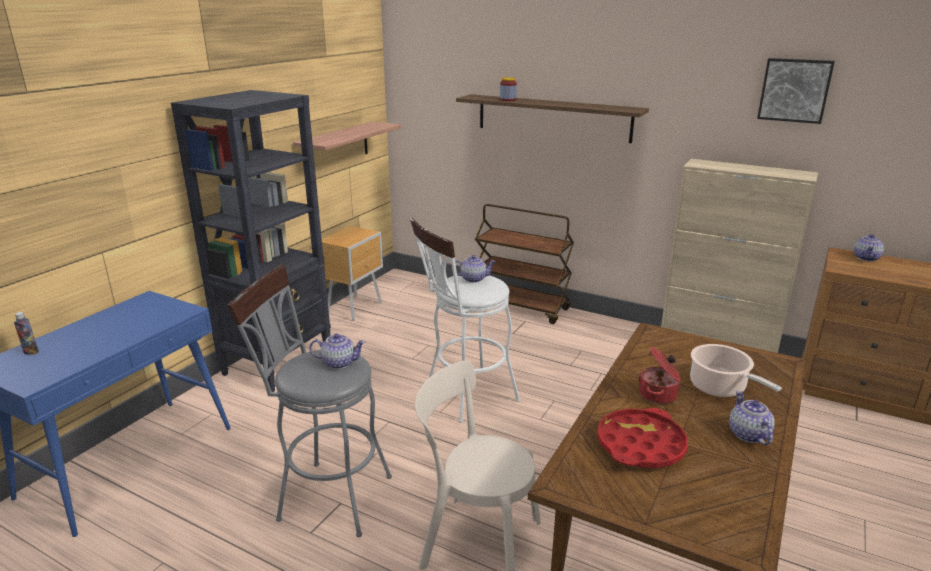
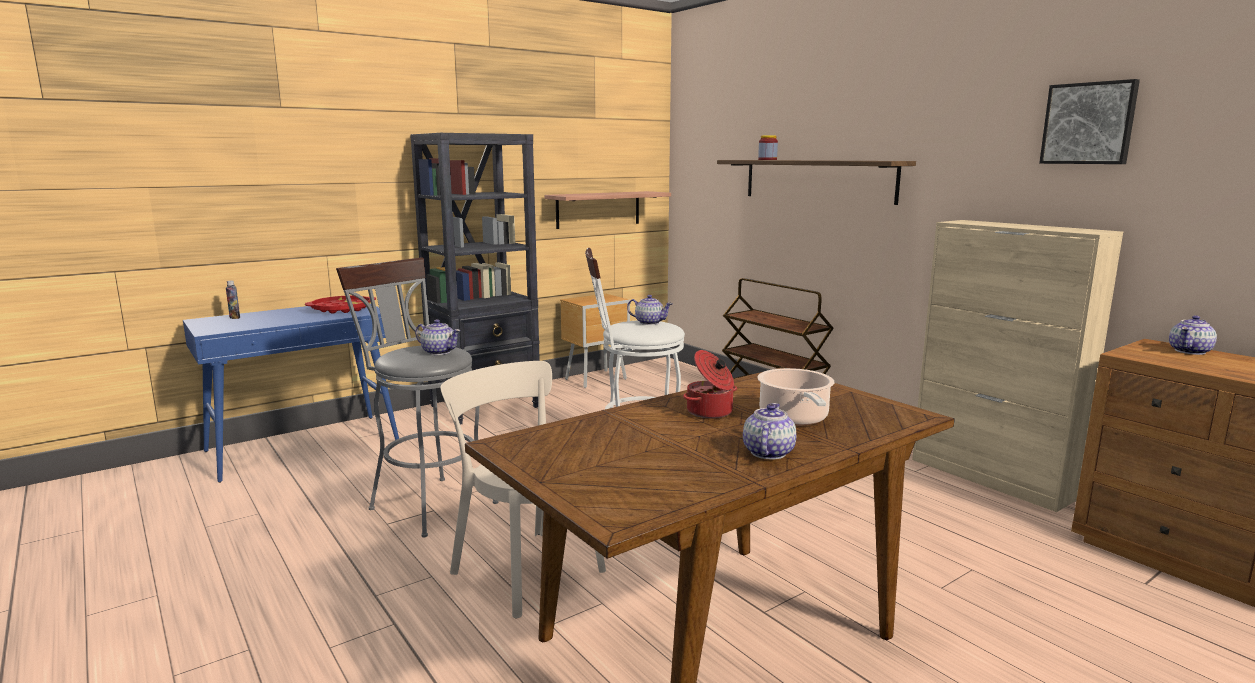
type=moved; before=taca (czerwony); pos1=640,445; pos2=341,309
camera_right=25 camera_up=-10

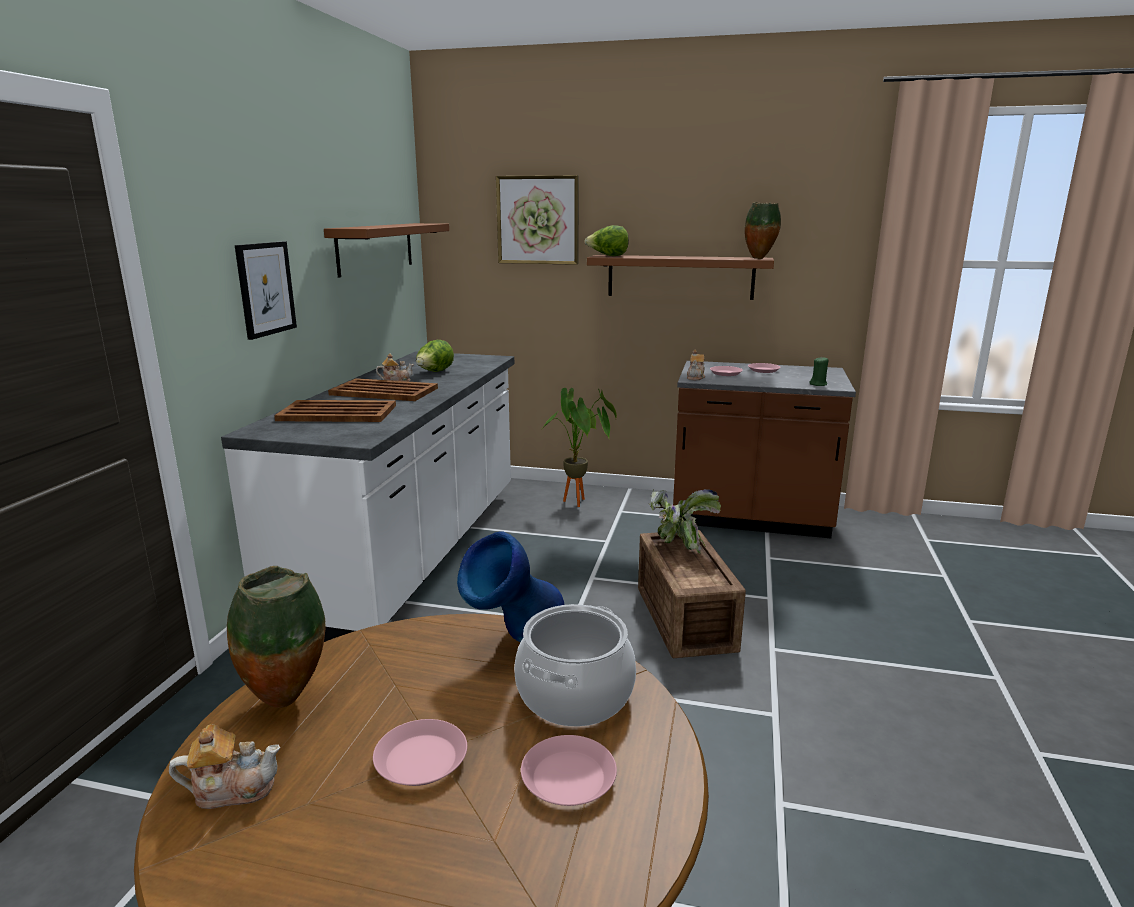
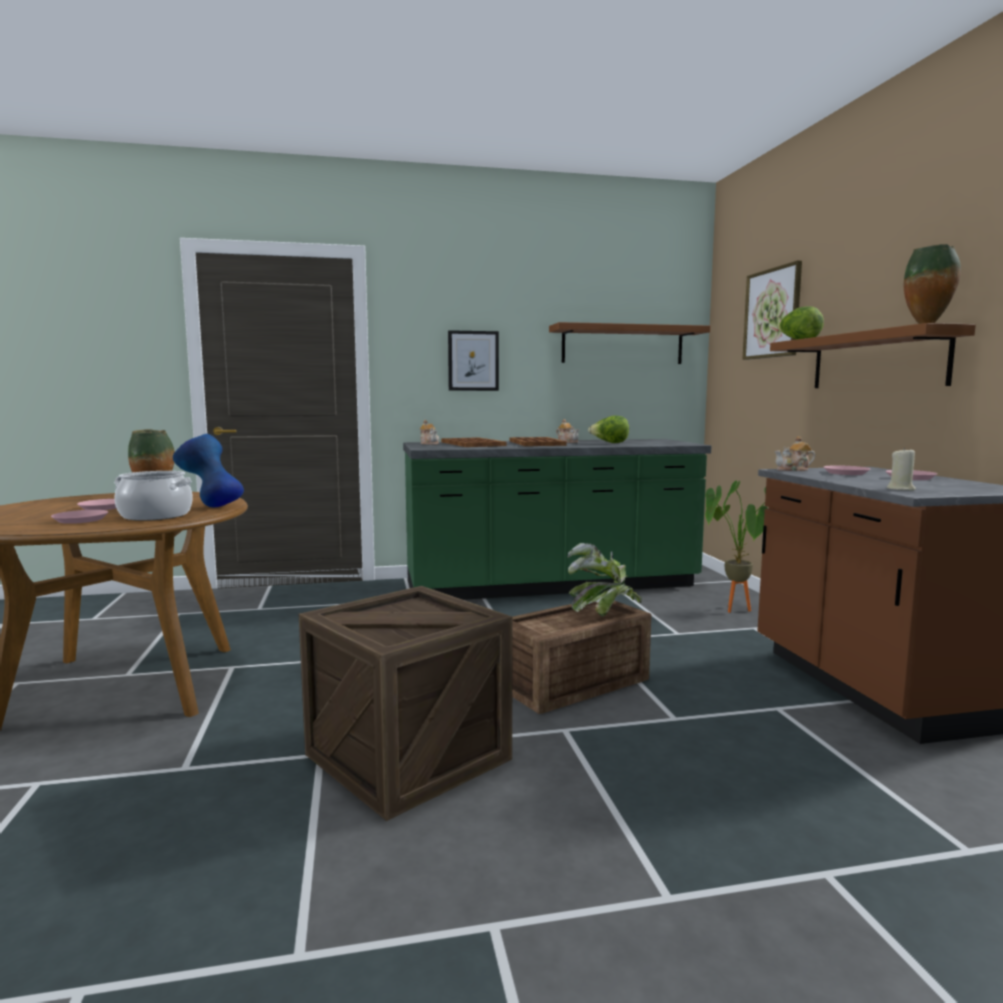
type=recoloured; before=zabudowa kuchenna (biały); after=zabudowa kuchenna (zielony); pos1=410,553; pos2=551,585
type=recoloured; before=świeca (zielony); after=świeca (beżowy); pos1=818,384; pos2=901,489
type=moved; before=imbryk; pos1=232,789; pos2=429,444
type=added; after=skrzynka; pos2=408,757
camera_right=65 camera_up=-10

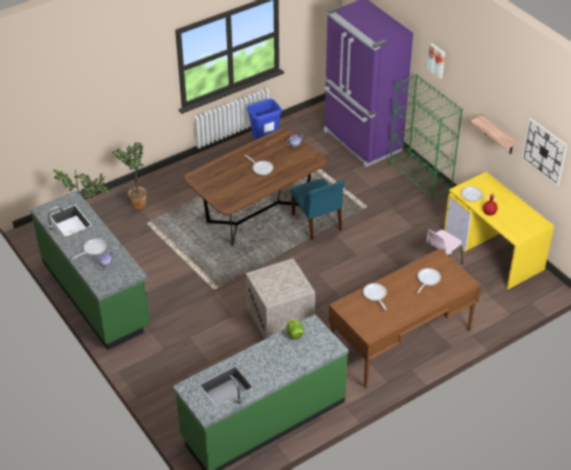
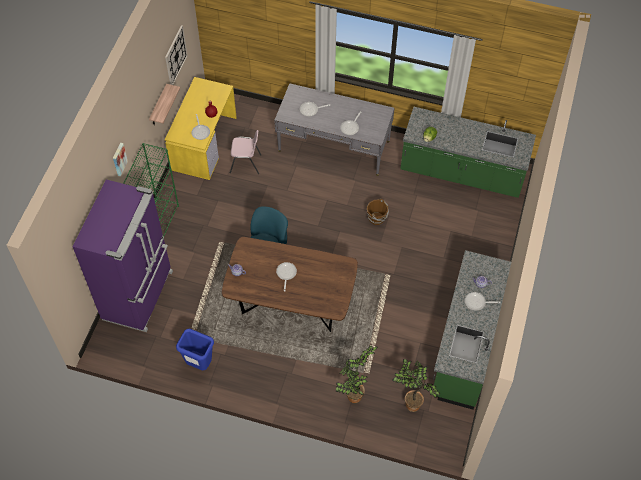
type=recoloured; before=biurko (brązowy); after=biurko (szary); pos1=401,340; pos2=334,146
type=replaced; before=skrzynka; after=wiadro (brązowy); pos1=281,318; pos2=377,218
camera_right=-130 camera_up=15

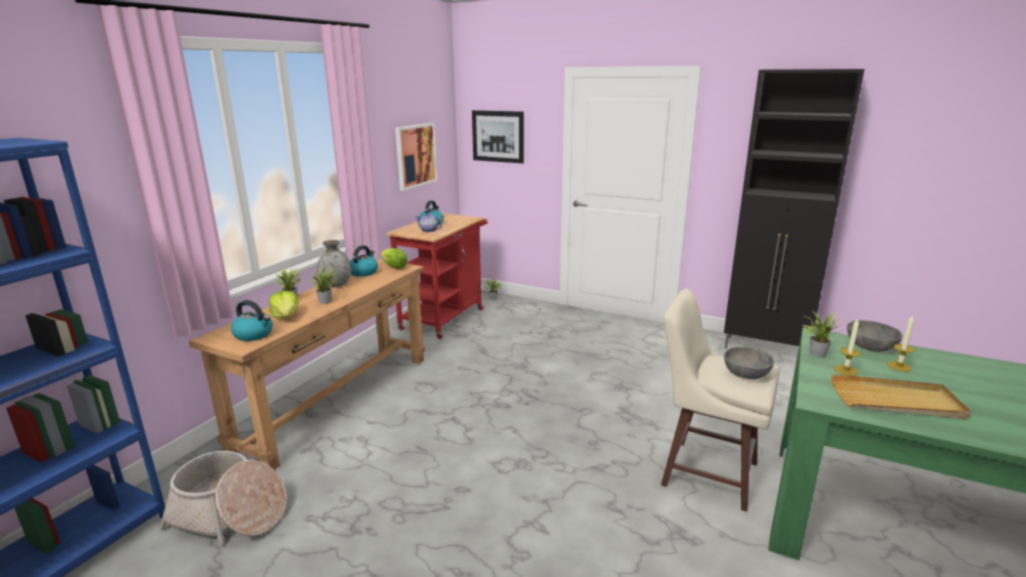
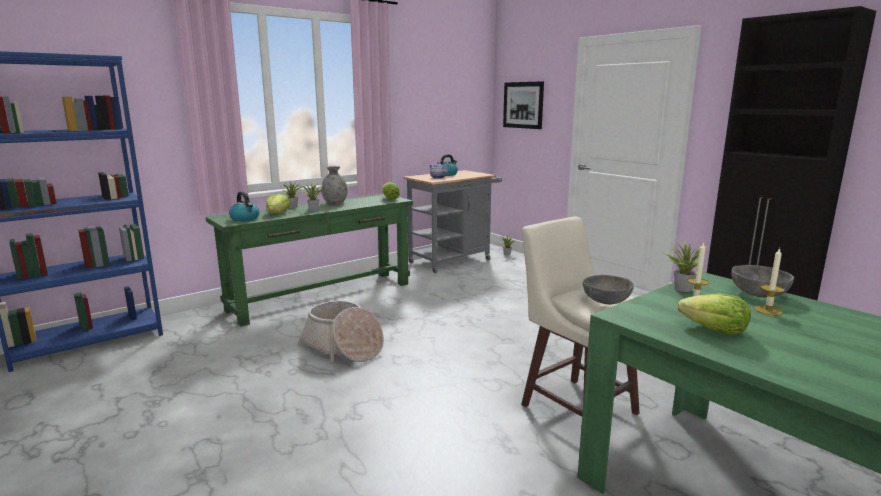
type=removed; before=obraz; pos1=415,155
type=recoloured; before=wózek (czerwony); after=wózek (szary); pos1=445,317; pos2=453,260
type=removed; before=czajnik; pos1=363,272
type=recoloured; before=stolik konsolowy (brązowy); after=stolik konsolowy (zielony); pos1=338,401; pos2=322,296
type=replaced; before=taca (beżowy); after=sałata; pos1=896,401; pos2=714,330
type=moved; before=koszyk; pos1=230,515; pos2=343,348
camera_right=25 camera_up=-5

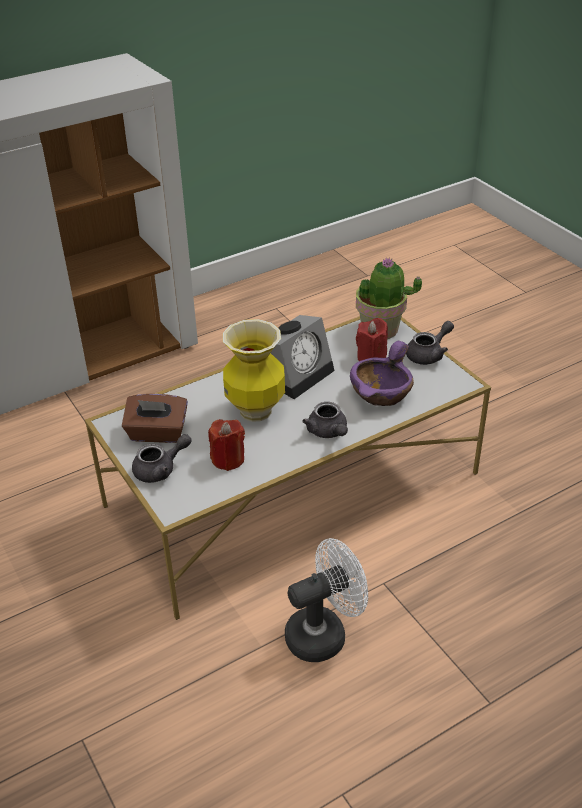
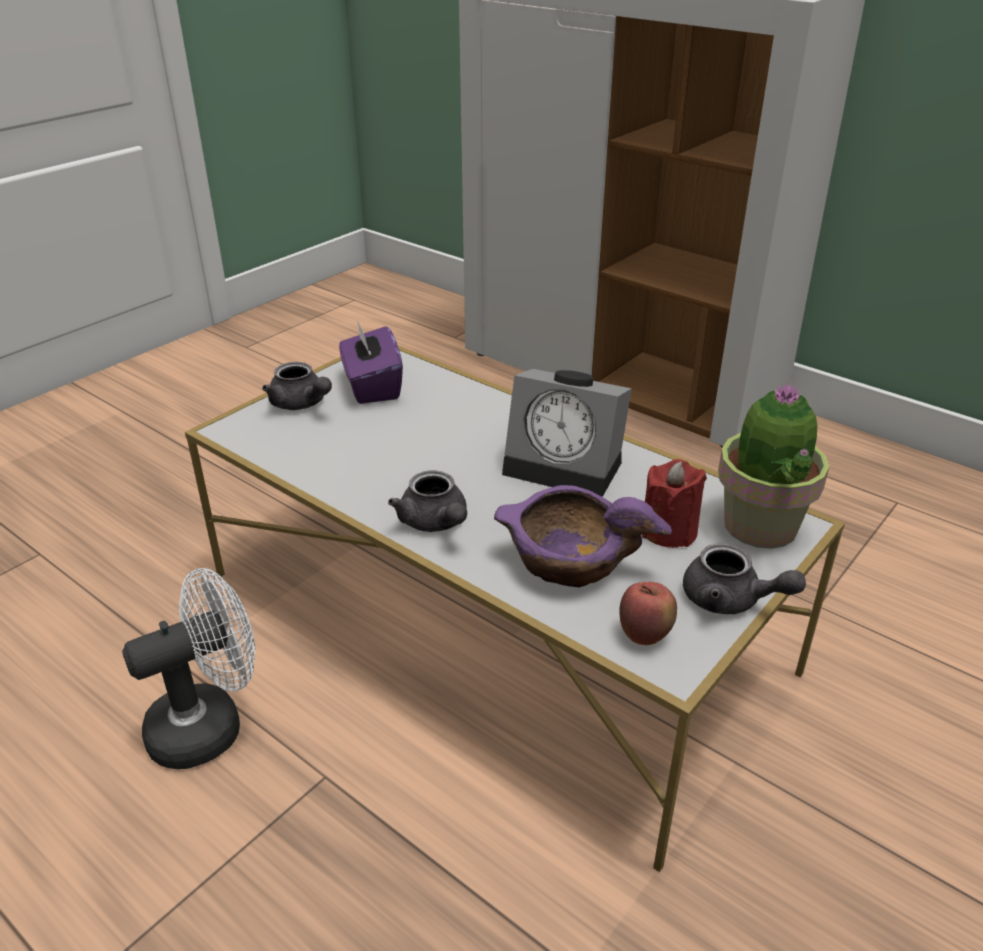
type=removed; before=wazon; pos1=255,411
type=recoloured; before=pudełko chusteczek (brązowy); after=pudełko chusteczek (fioletowy); pos1=157,433; pos2=372,387
type=turned; before=imbryk (szary); pos1=328,432; pos2=435,523; turn=-75
type=removed; before=świeca (czerwony); pos1=228,459
type=turned; before=wentylator (biały); pos1=324,633; pos2=210,725; turn=-75
type=added; after=jabłko; pos2=644,635
camera_right=70 camera_up=-5

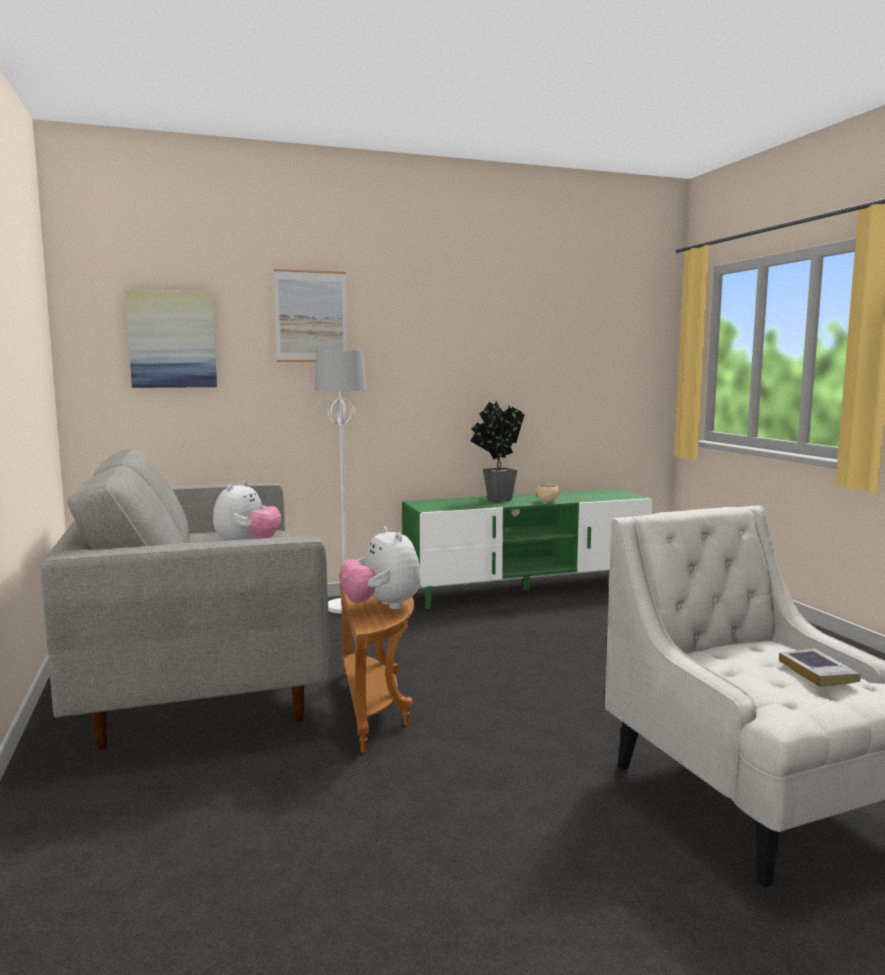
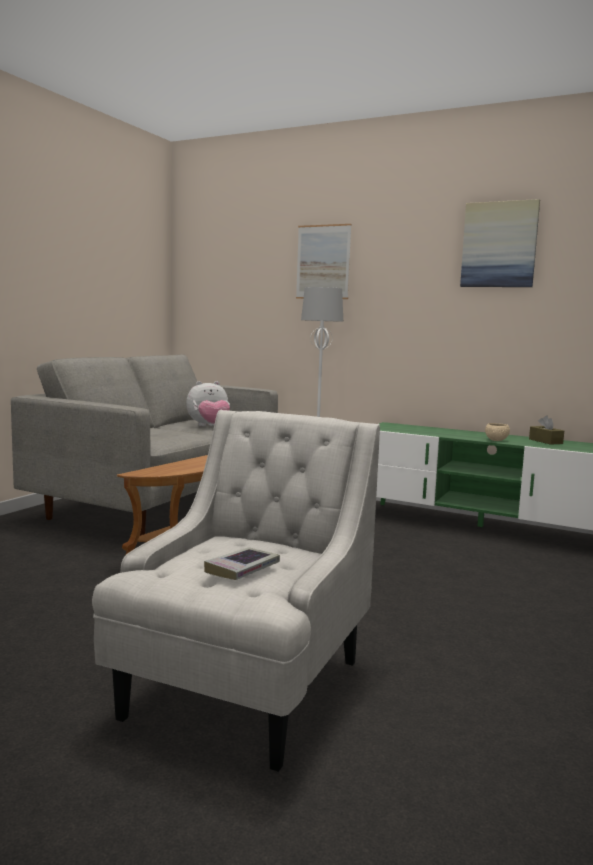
type=moved; before=obraz; pos1=172,339; pos2=499,245
type=removed; before=roślina doniczkowa; pos1=495,499
type=removed; before=pluszak; pos1=382,607
type=added; after=pudełko chusteczek (brązowy); pos2=545,441
camera_right=45 camera_up=0

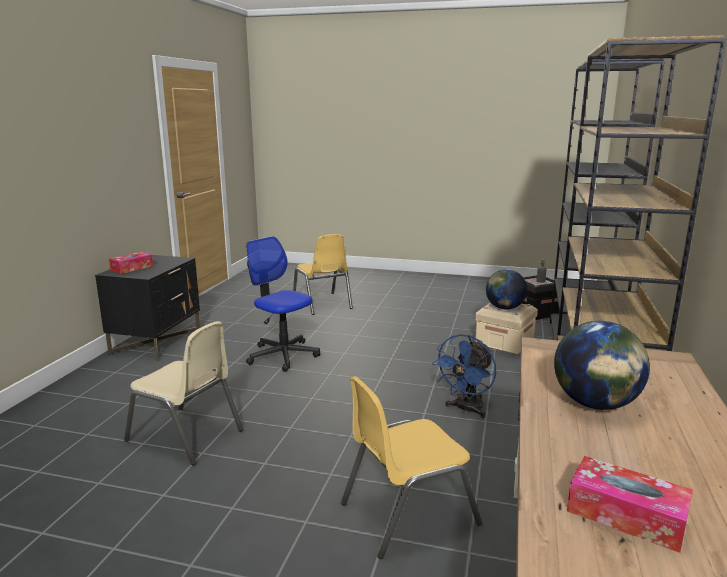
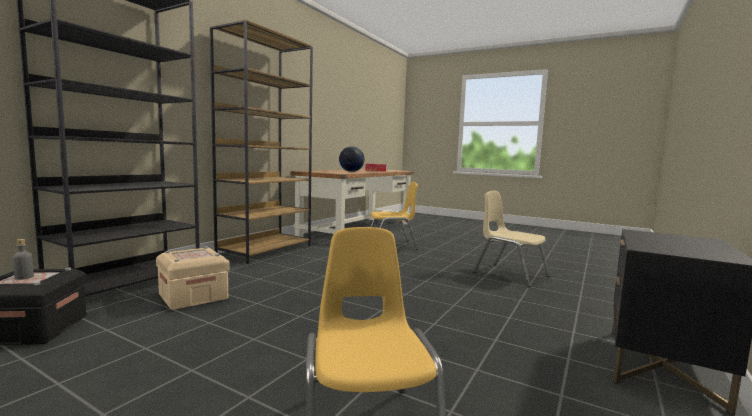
type=removed; before=krzesło biurowe; pos1=283,355
type=removed; before=pudełko chusteczek; pos1=132,268
type=removed; before=globus; pos1=504,308
type=removed; before=wentylator (niebieski); pos1=466,409
camera_right=-165 camera_up=-10

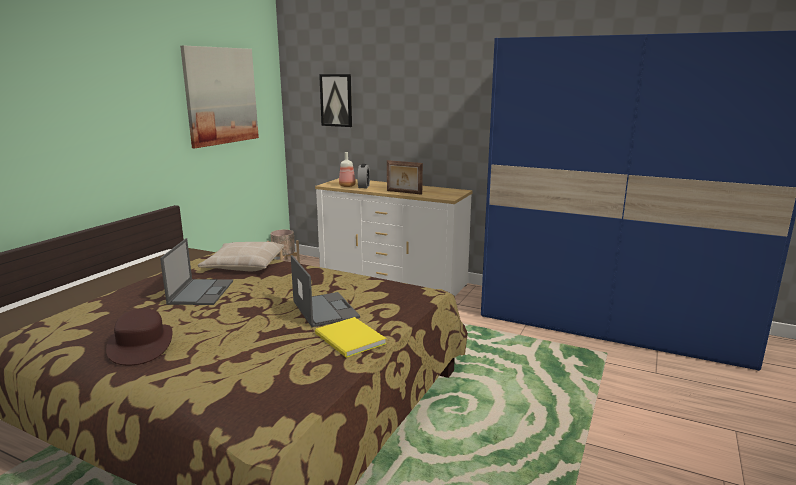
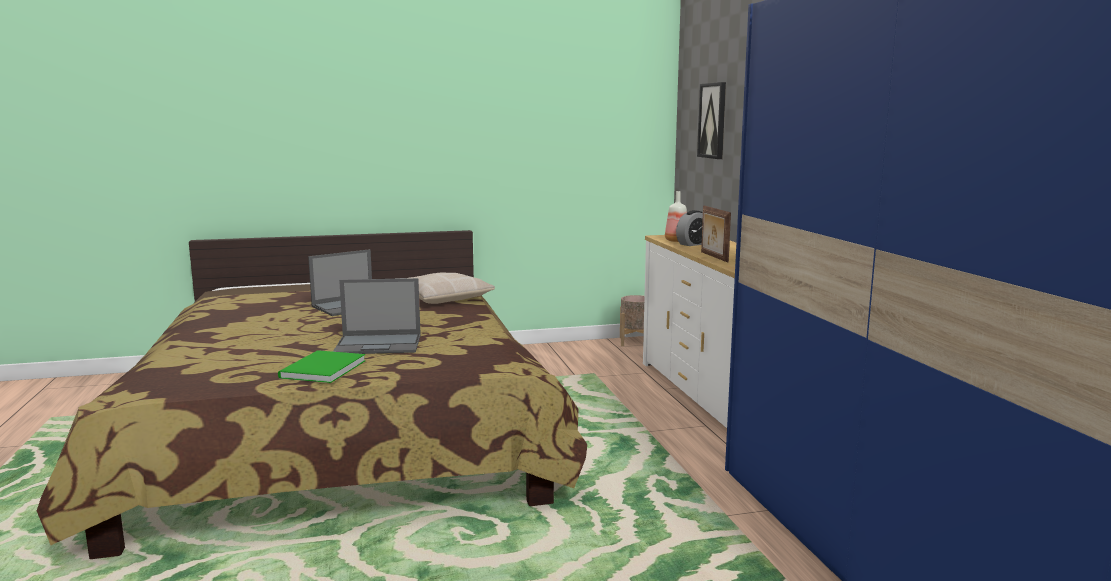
type=removed; before=obraz; pos1=221,96
type=turned; before=laptop; pos1=324,309; pos2=379,344; turn=60
type=removed; before=kapelusz (brązowy); pos1=141,345
type=recoloured; before=książka (żółty); after=książka (zielony); pos1=349,340; pos2=320,369
camera_right=50 camera_up=-5

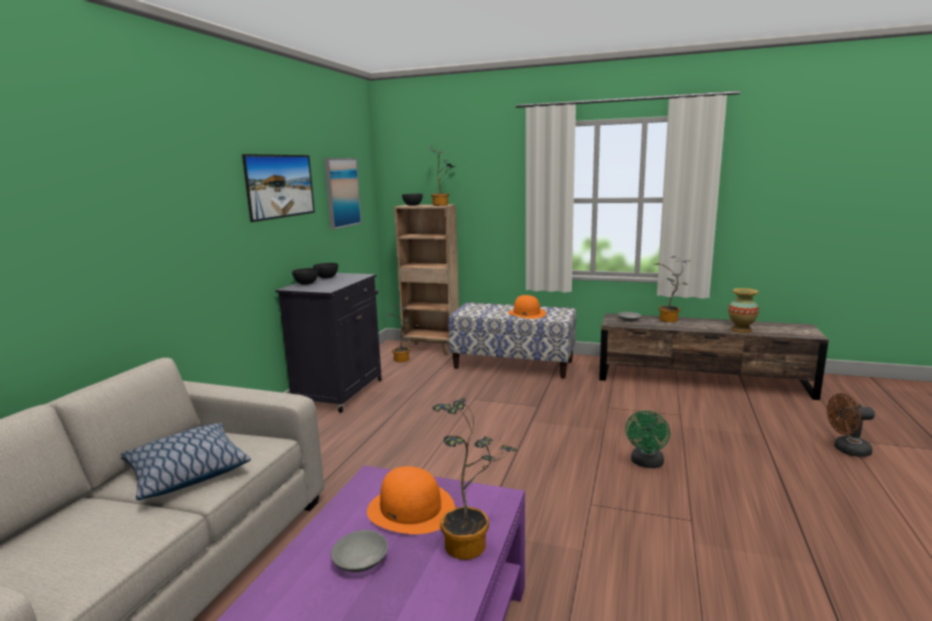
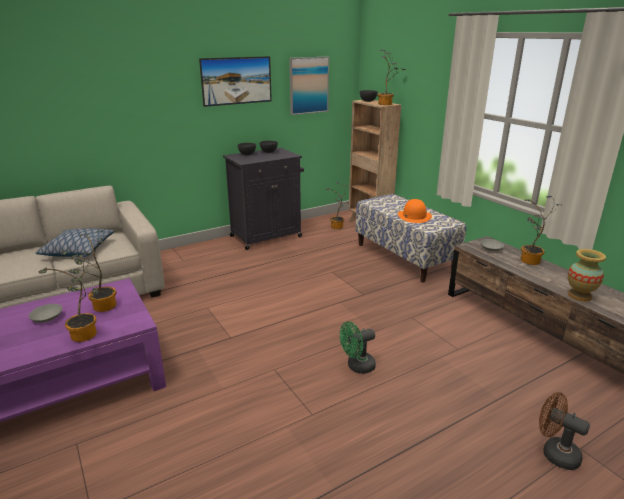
type=replaced; before=kapelusz (pomarańczowy); after=roślina doniczkowa; pos1=411,509; pos2=102,308
camera_right=40 camera_up=10

